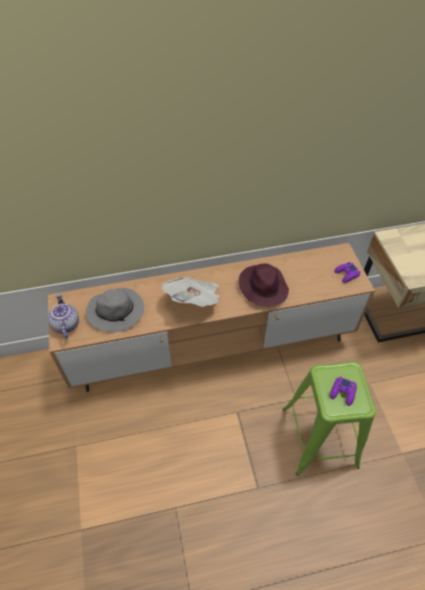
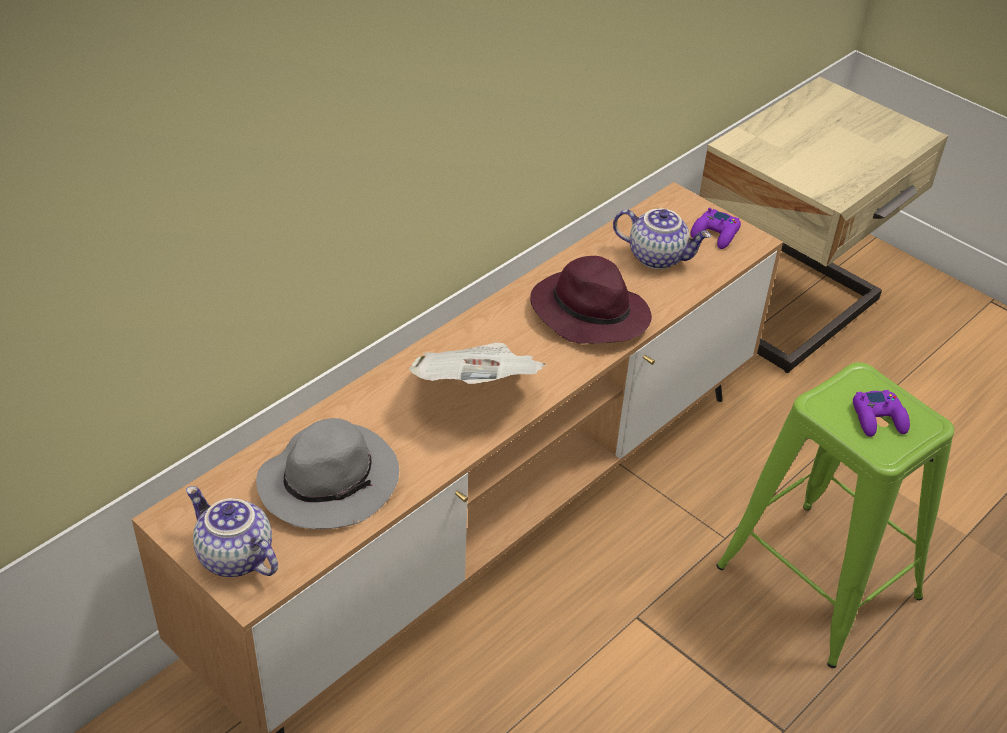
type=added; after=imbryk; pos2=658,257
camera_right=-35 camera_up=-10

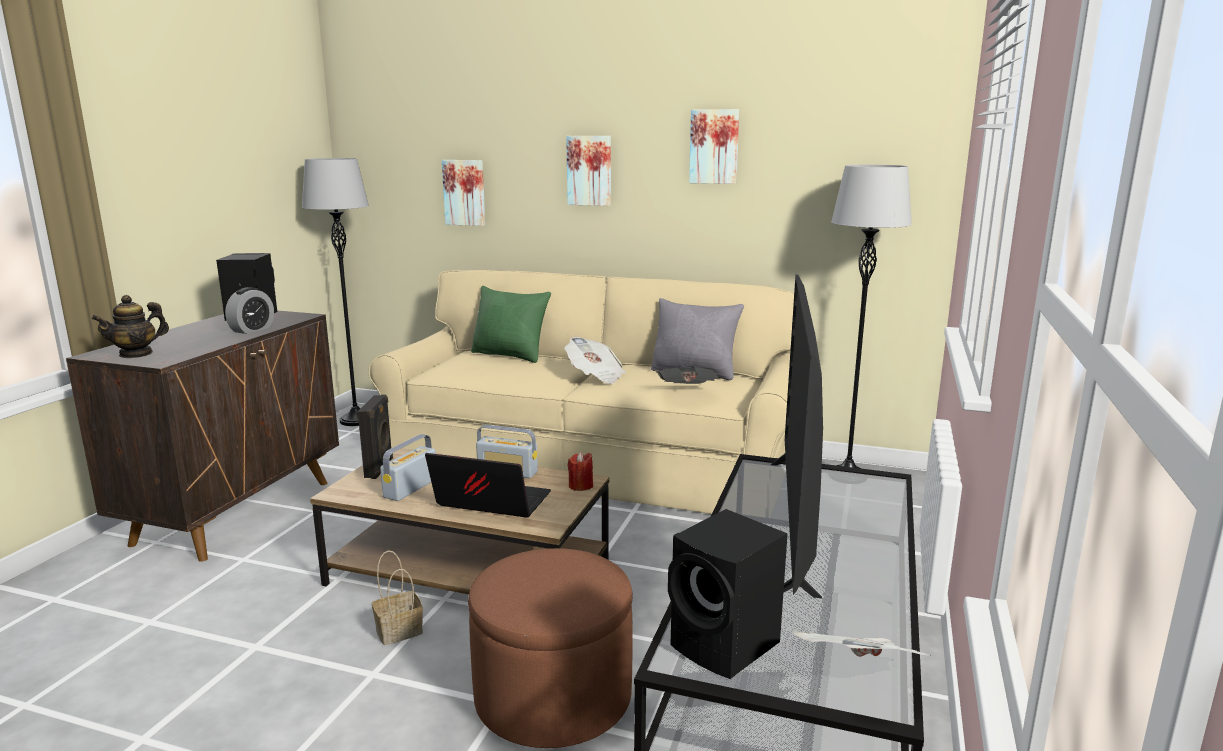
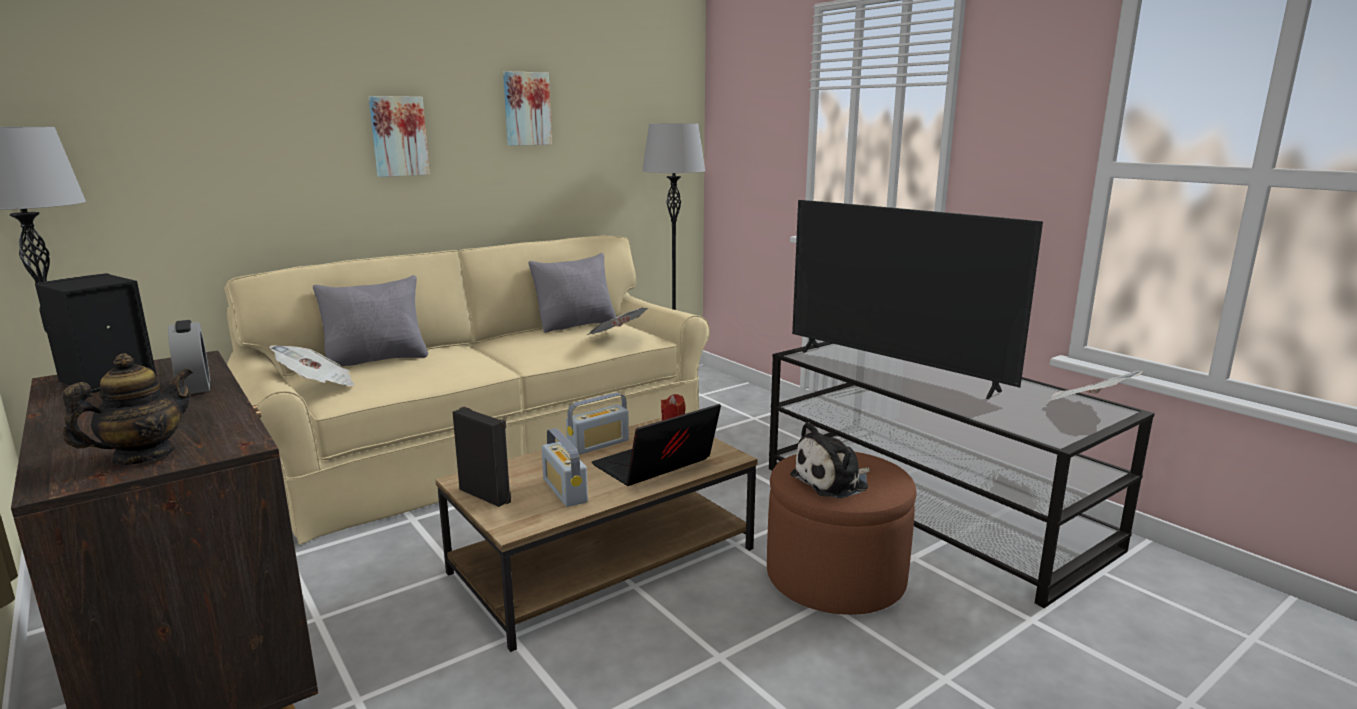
type=removed; before=obraz; pos1=465,192
type=recoloured; before=poduszka (zielony); after=poduszka (szary); pos1=510,355; pos2=378,359
type=turned; before=imbryk; pos1=136,354; pos2=143,456; turn=-135
type=moved; before=gazeta; pos1=595,376; pos2=318,385
type=removed; before=głośnik (czarny); pos1=727,647
type=removed; before=koszyk; pos1=400,630
type=added; after=pluszak; pos2=833,482
camera_right=-55 camera_up=0

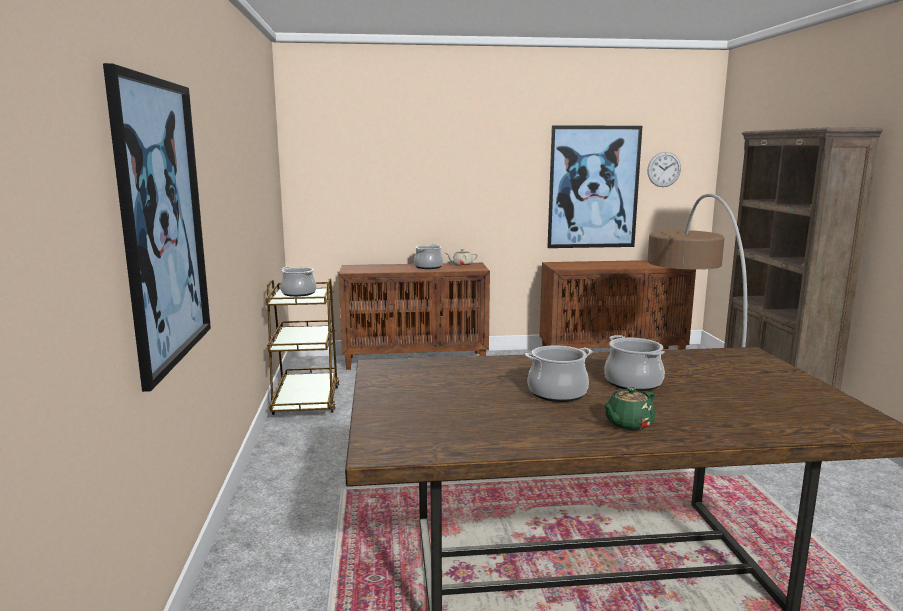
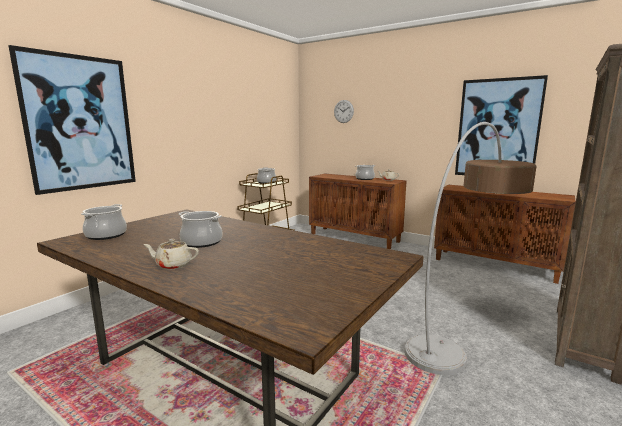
type=moved; before=zegar ścienny; pos1=664,169; pos2=343,111
type=moved; before=garnek; pos1=633,383; pos2=106,235
type=recoloured; before=imbryk (zielony); after=imbryk (beżowy); pos1=628,424; pos2=173,265
camera_right=40 camera_up=0

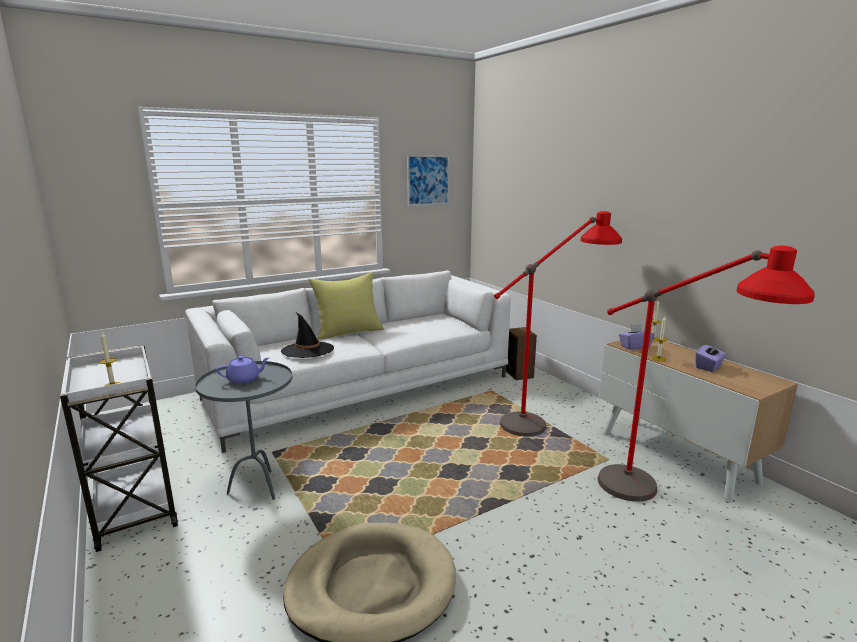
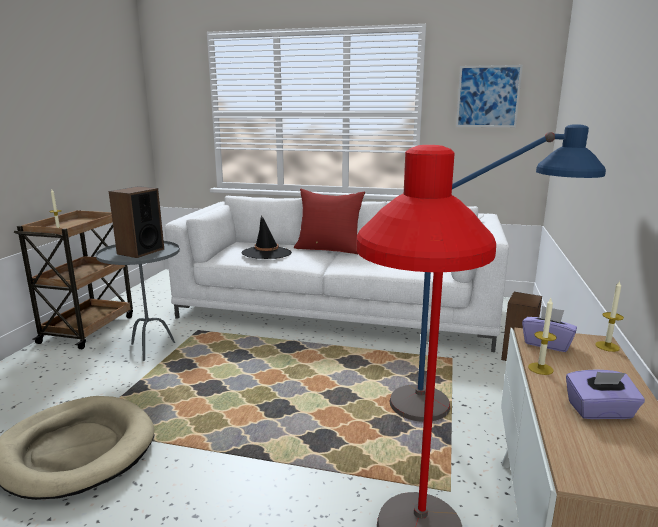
type=recoloured; before=lampa stojąca (czerwony); after=lampa stojąca (niebieski); pos1=548,418; pos2=463,412
type=recoloured; before=poduszka (żółty); after=poduszka (czerwony); pos1=348,332; pos2=329,249
type=recoloured; before=wózek (biały); after=wózek (brązowy); pos1=134,506; pos2=89,328
type=replaced; before=imbryk (fioletowy); after=głośnik; pos1=244,379; pos2=140,251
camera_right=45 camera_up=0

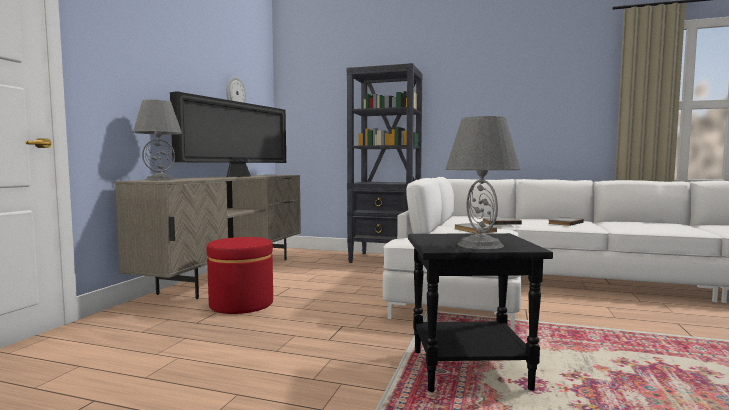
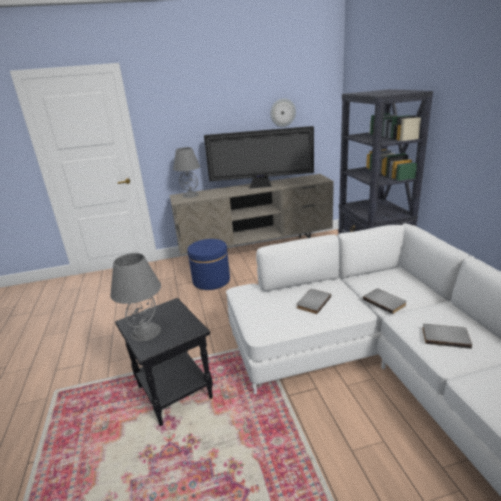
type=recoloured; before=pufa (czerwony); after=pufa (niebieski); pos1=241,304; pos2=211,280
camera_right=60 camera_up=20

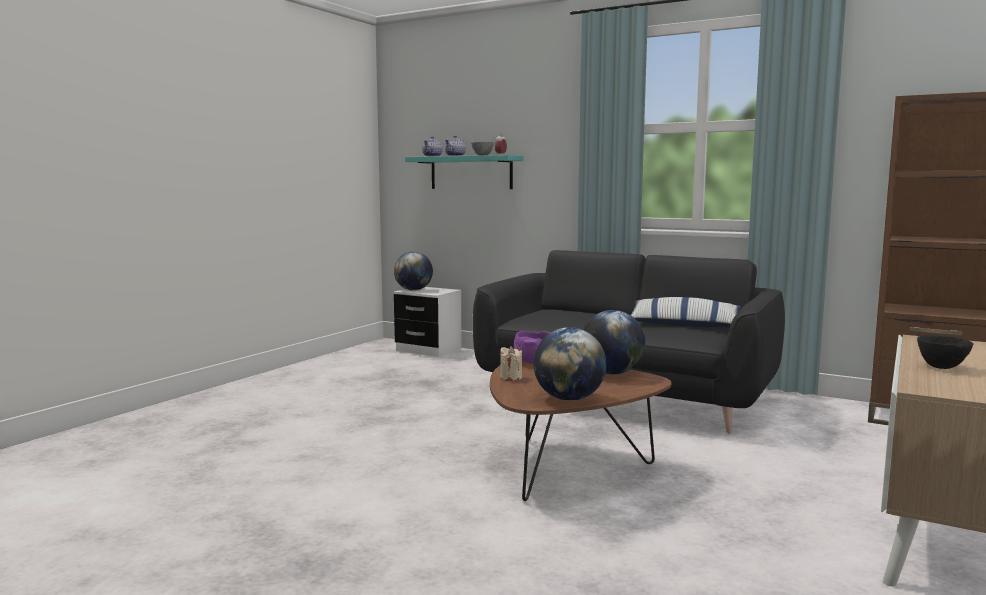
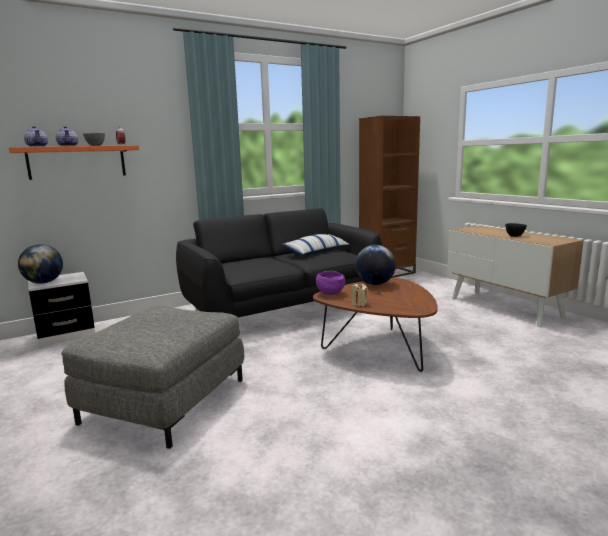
type=recoloured; before=półka (turkusowy); after=półka (pomarańczowy); pos1=471,173; pos2=77,162
type=removed; before=globus; pos1=569,399
type=added; after=pufa (szary); pos2=165,400
camera_right=-60 camera_up=5

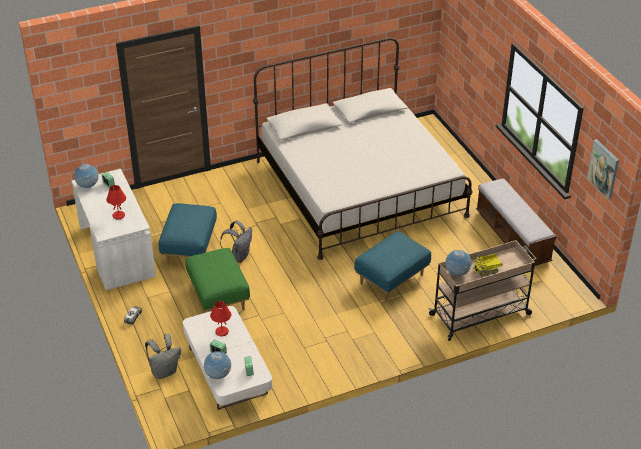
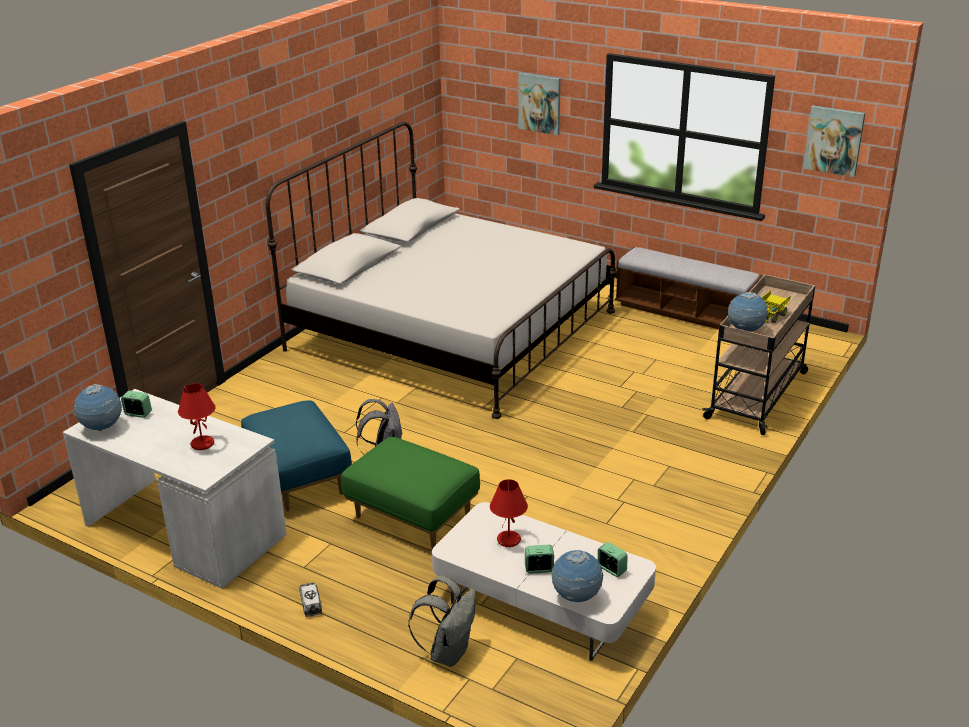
type=removed; before=pufa (niebieski); pos1=392,280
type=added; after=obraz; pos2=539,103
camera_right=-35 camera_up=-10

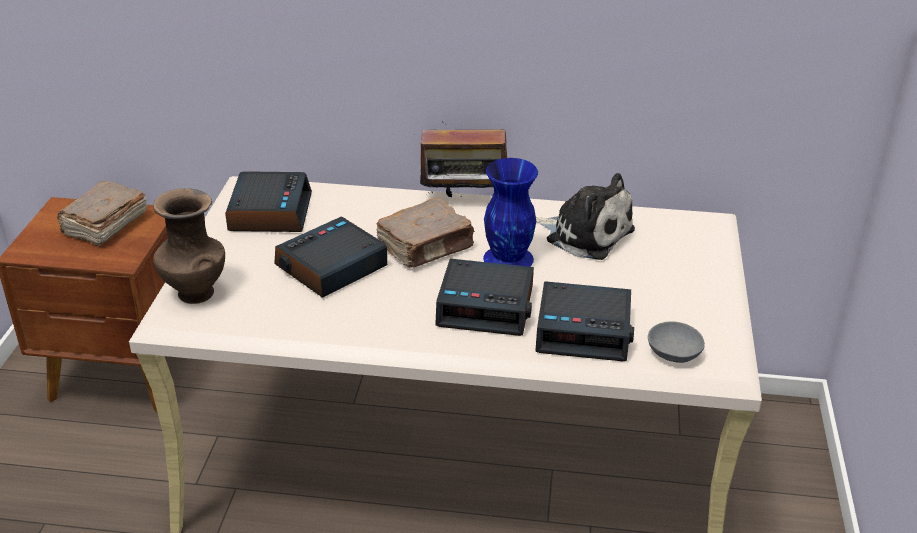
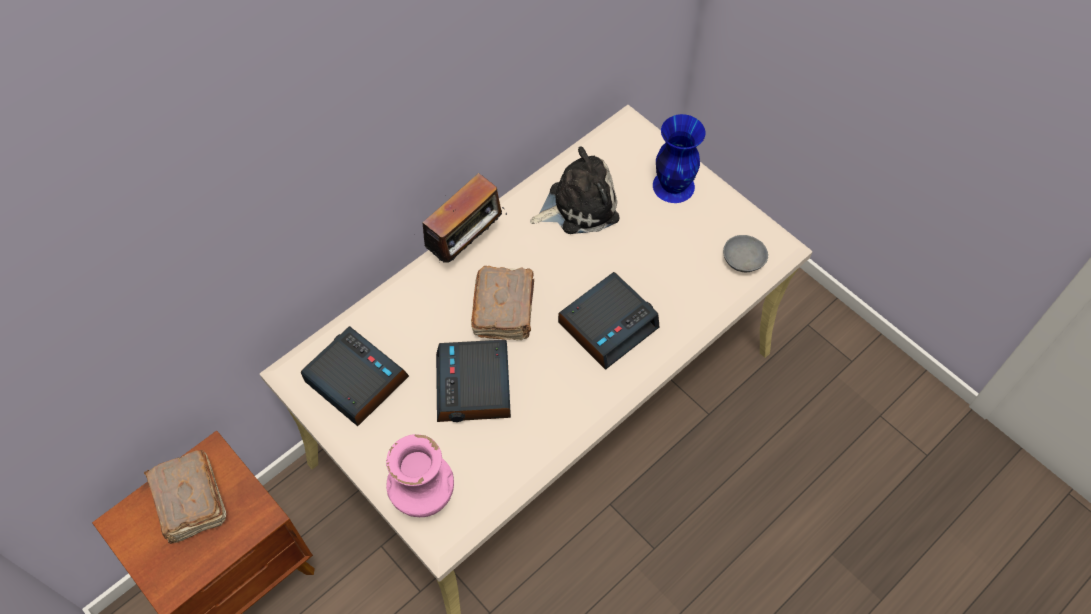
type=moved; before=wazon (niebieski); pos1=509,258; pos2=673,185
type=recoloured; before=wazon (brązowy); after=wazon (różowy); pos1=194,293; pos2=423,498
type=removed; before=budzik; pos1=584,331
camera_right=-50 camera_up=25

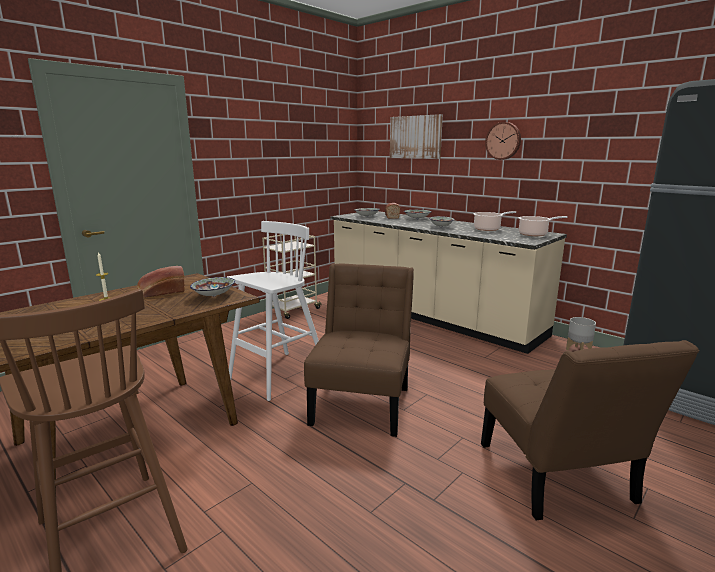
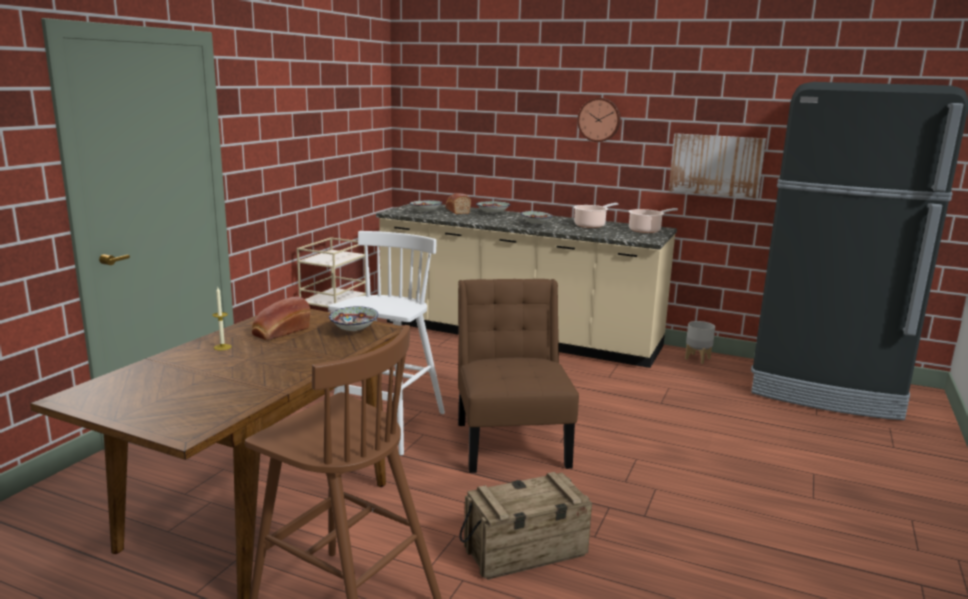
type=moved; before=obraz; pos1=415,137; pos2=716,165
type=removed; before=krzesło (brązowy); pos1=558,478
type=added; after=skrzynka; pos2=525,552
camera_right=-20 camera_up=0

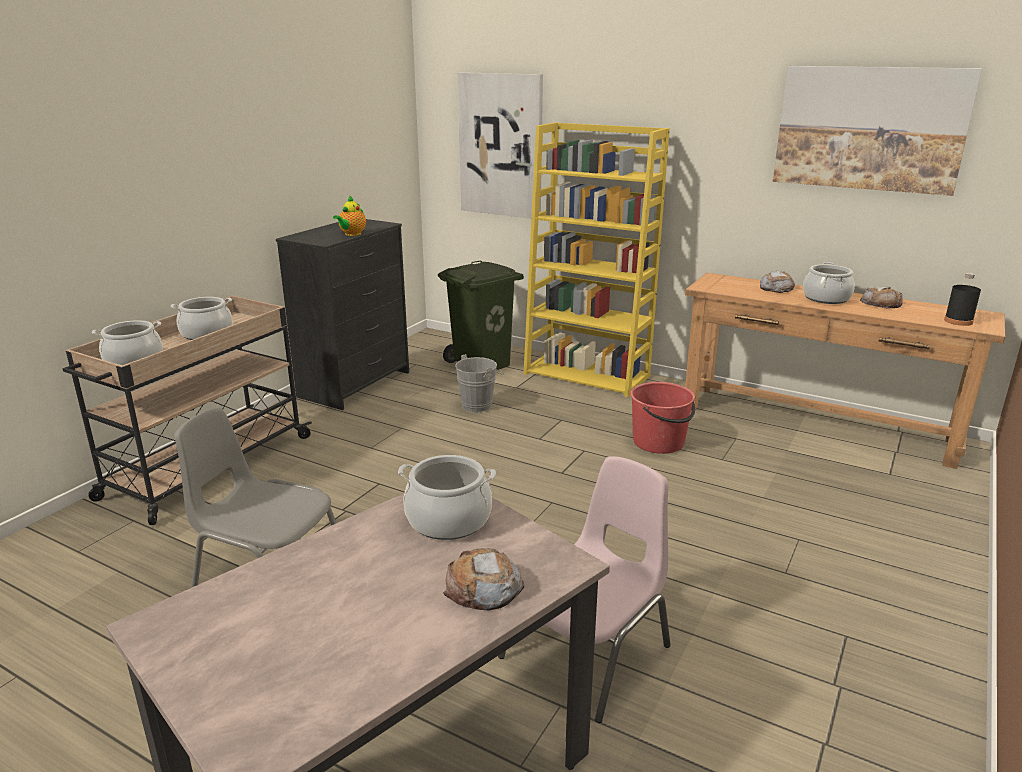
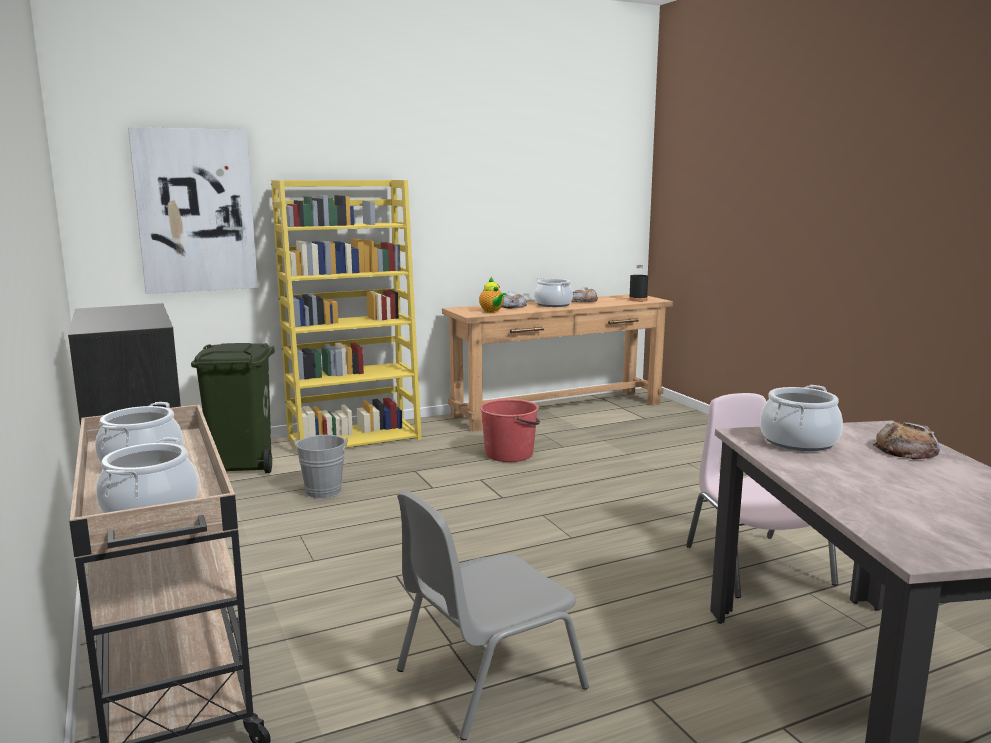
type=removed; before=obraz; pos1=869,128
type=moved; before=imbryk; pos1=352,234; pos2=492,311
camera_right=-55 camera_up=-10

